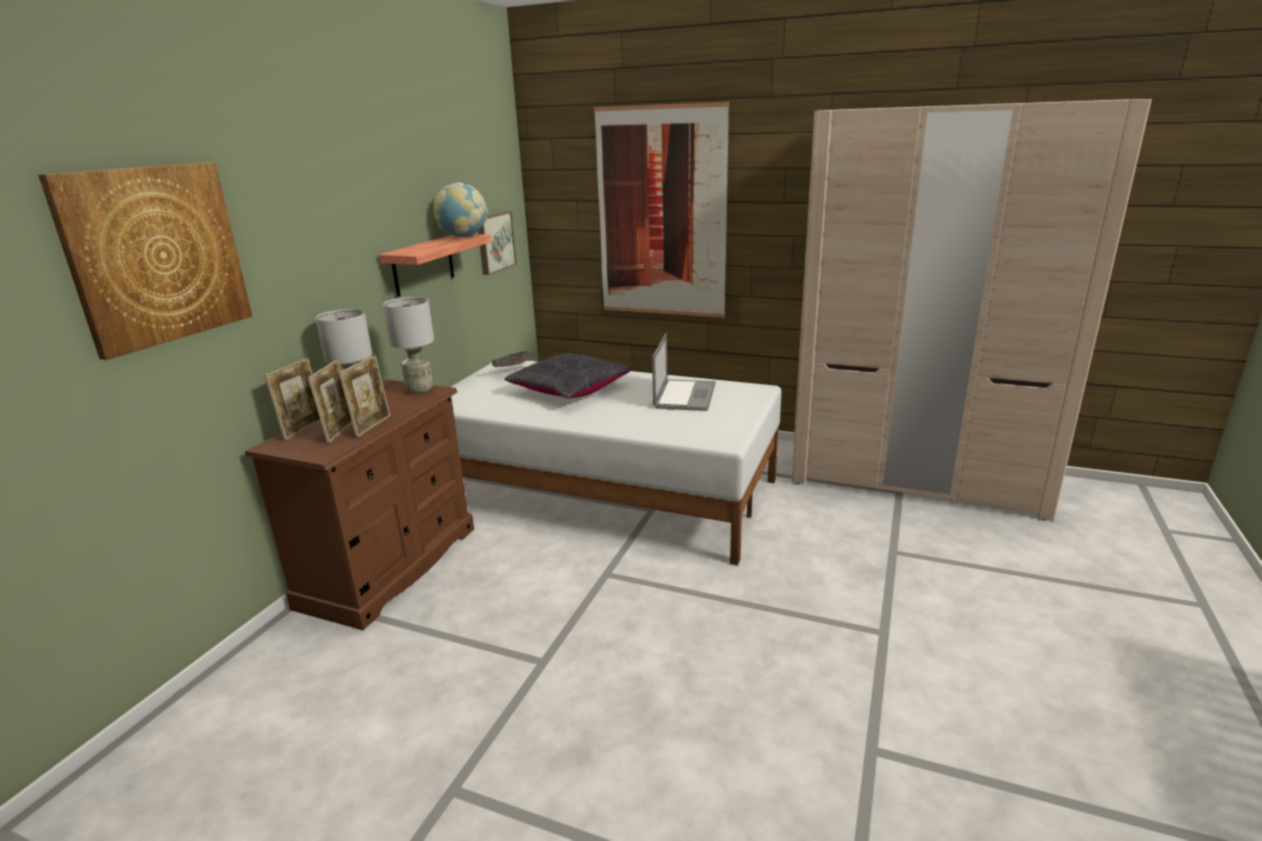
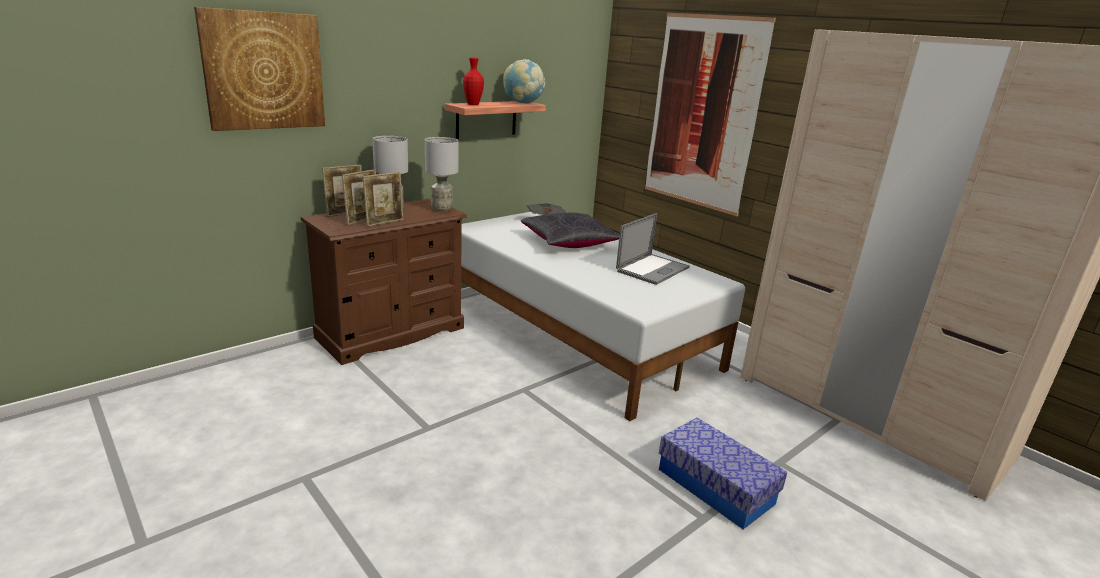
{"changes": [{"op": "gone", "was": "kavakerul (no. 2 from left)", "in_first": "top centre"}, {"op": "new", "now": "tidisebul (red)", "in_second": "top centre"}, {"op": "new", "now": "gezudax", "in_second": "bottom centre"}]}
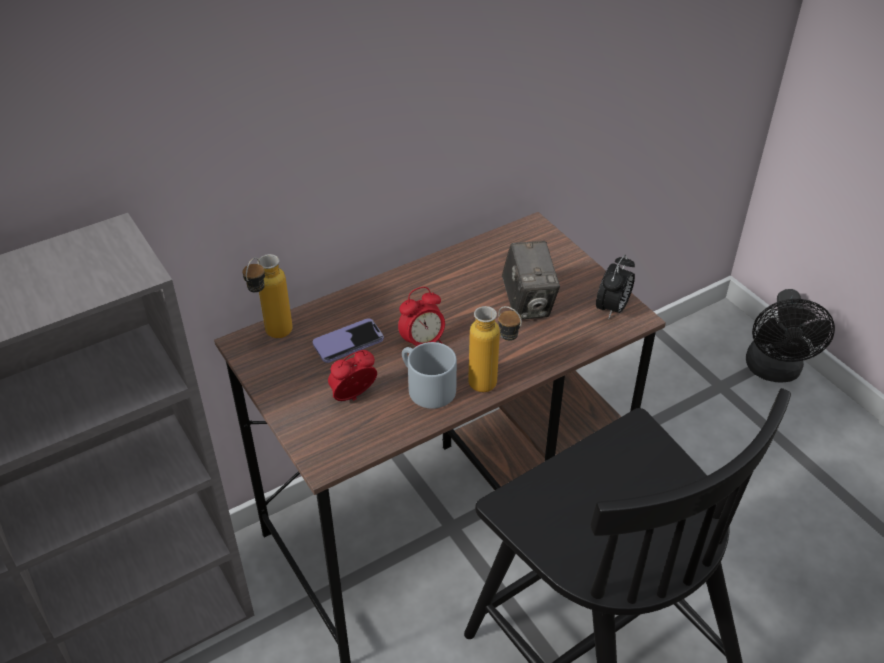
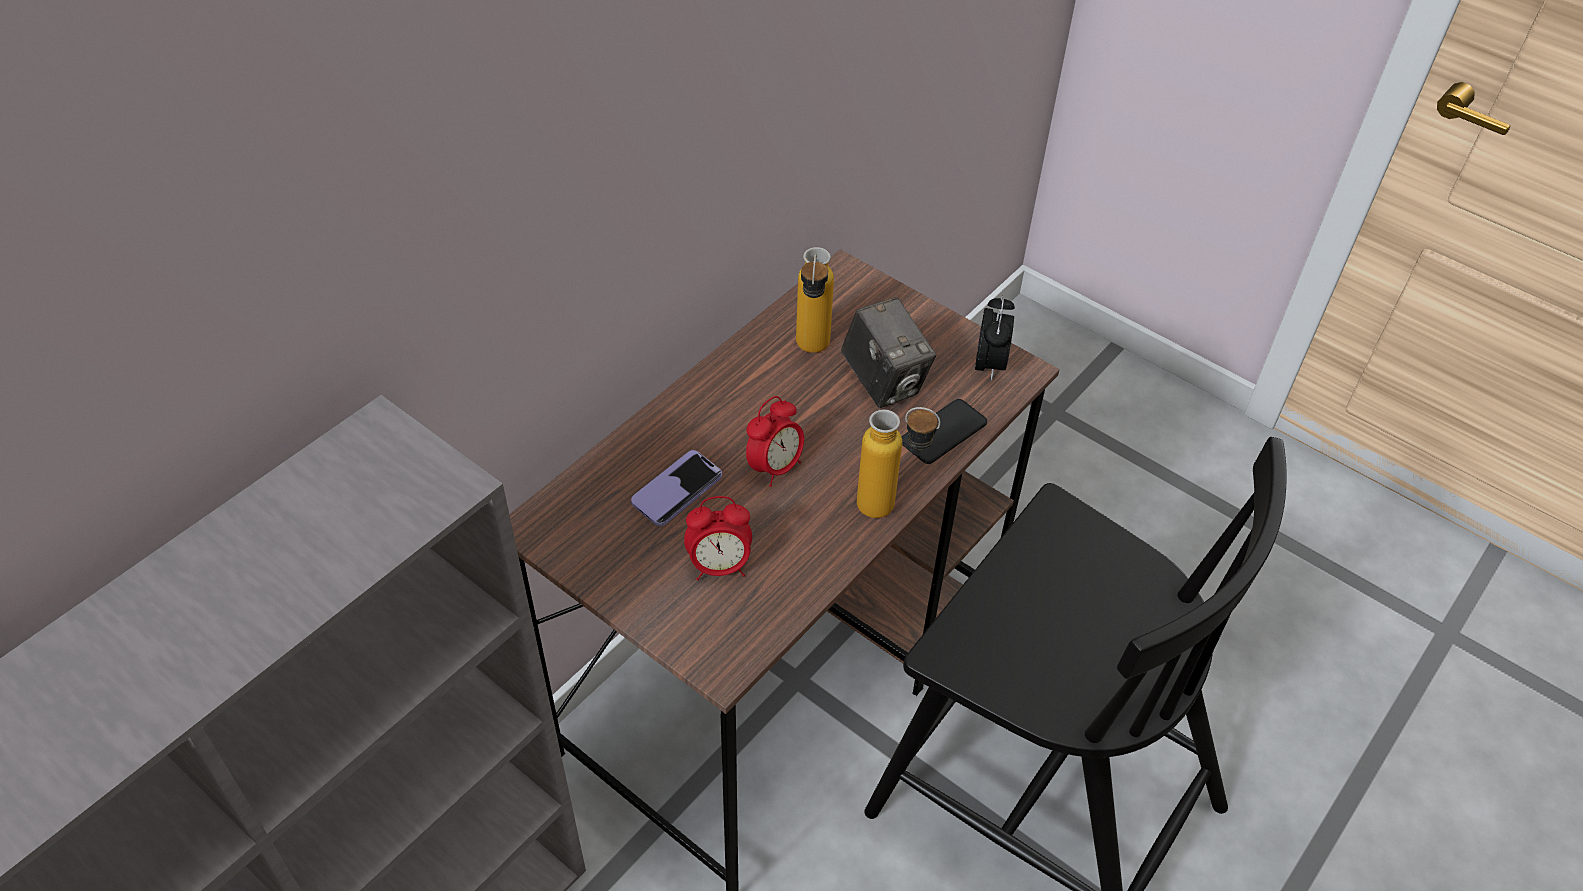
{"changes": [{"op": "shifted", "was": "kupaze (no. 1 from left)", "in_first": "middle left", "in_second": "centre"}, {"op": "rotated", "was": "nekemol (no. 1 from left)", "in_first": "centre", "in_second": "centre", "clockwise": -135}, {"op": "gone", "was": "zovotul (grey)", "in_first": "centre"}, {"op": "gone", "was": "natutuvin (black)", "in_first": "middle right"}, {"op": "new", "now": "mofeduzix (no. 2 from left)", "in_second": "centre"}]}
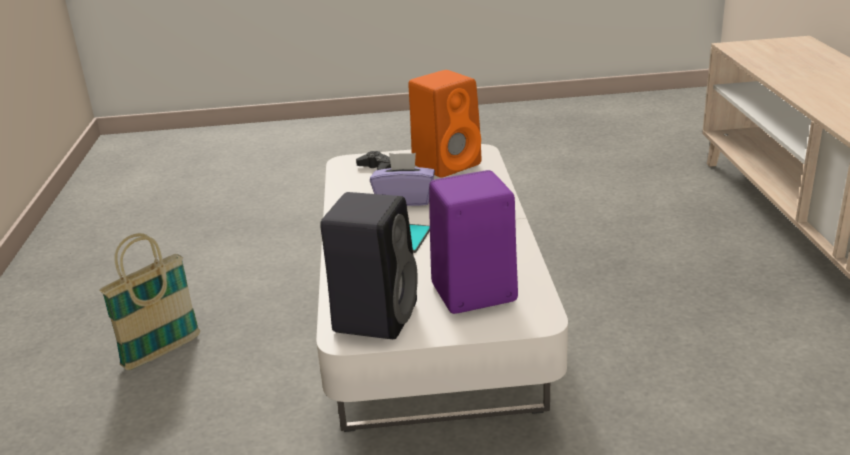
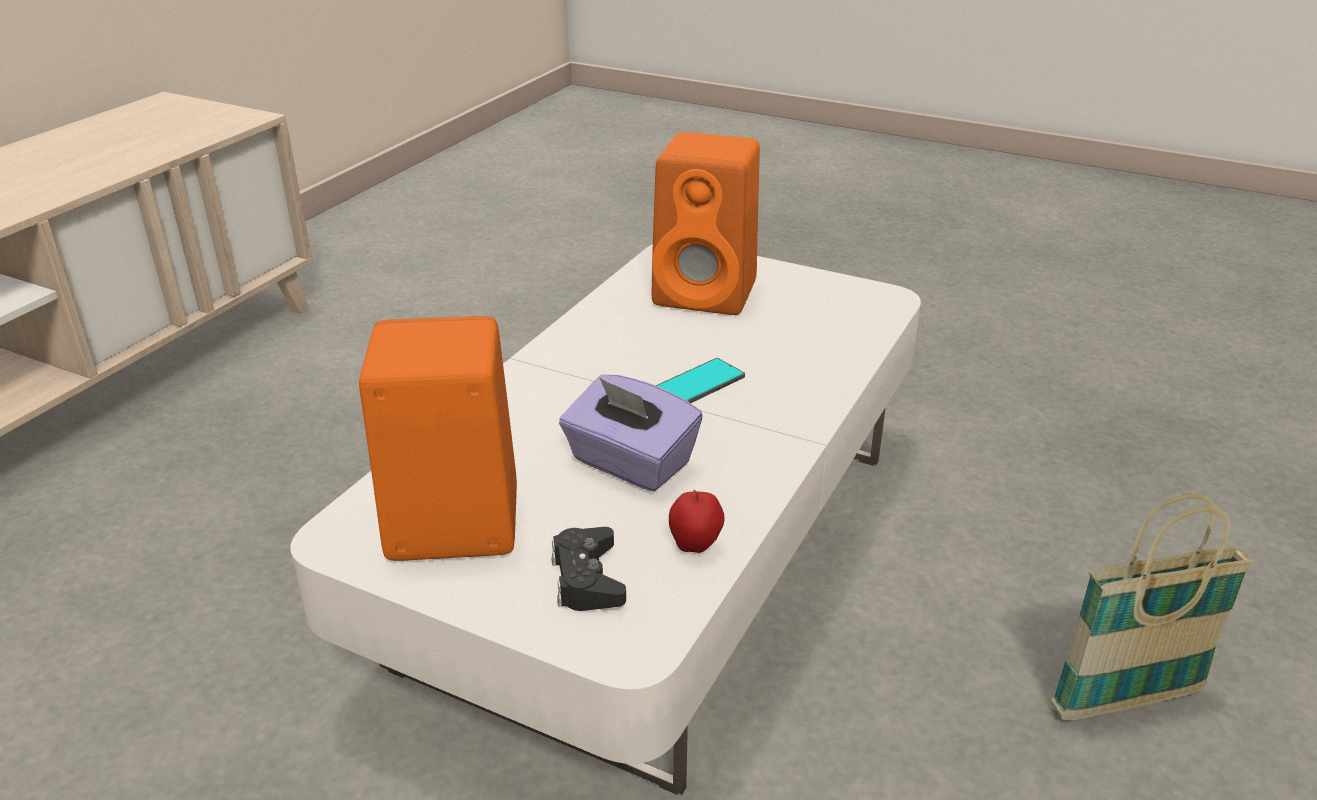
{"changes": [{"op": "gone", "was": "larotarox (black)", "in_first": "centre"}, {"op": "repainted", "was": "larotarox (purple)", "now": "larotarox (orange) (no. 2 from left)", "in_first": "centre", "in_second": "top centre"}, {"op": "new", "now": "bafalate", "in_second": "centre"}]}
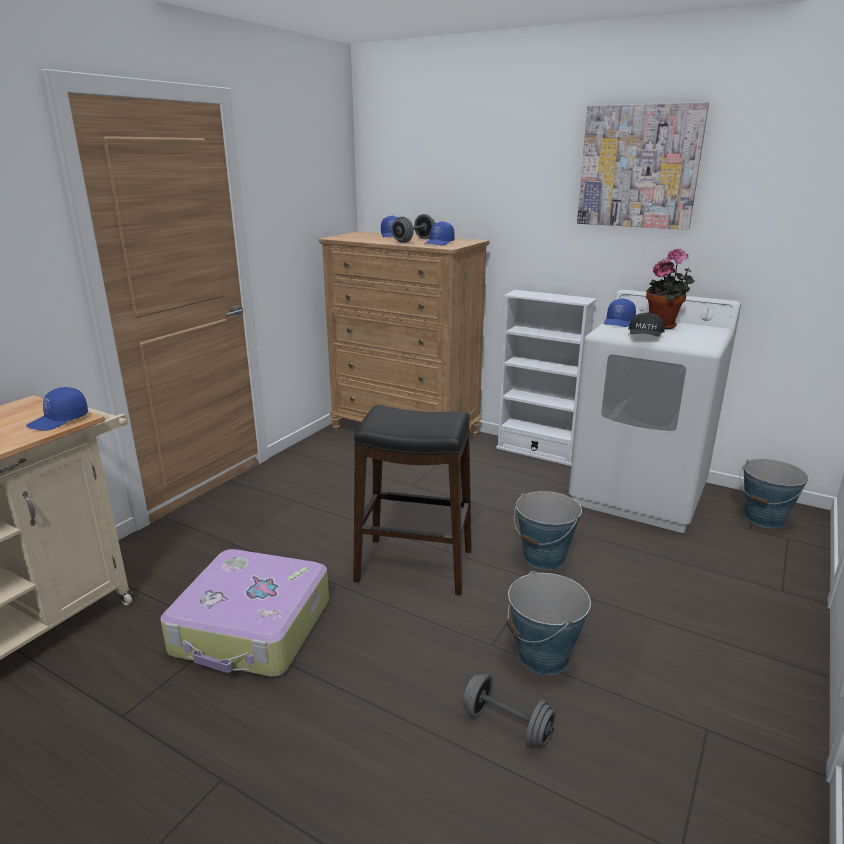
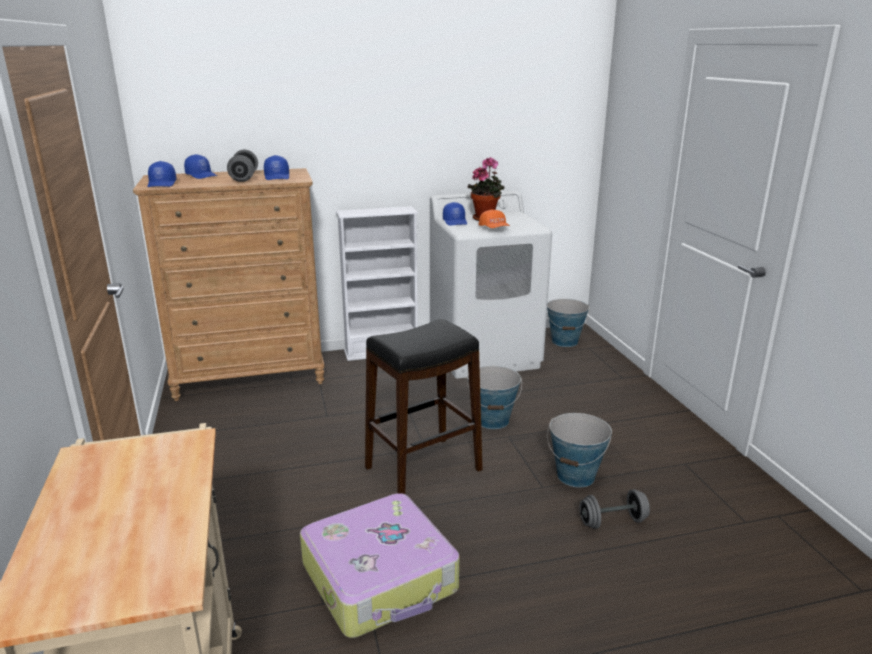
{"changes": [{"op": "shifted", "was": "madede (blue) (no. 1 from left)", "in_first": "middle left", "in_second": "top left"}, {"op": "gone", "was": "kavakerul", "in_first": "top right"}, {"op": "repainted", "was": "madede (black)", "now": "madede (orange)", "in_first": "middle right", "in_second": "centre"}]}
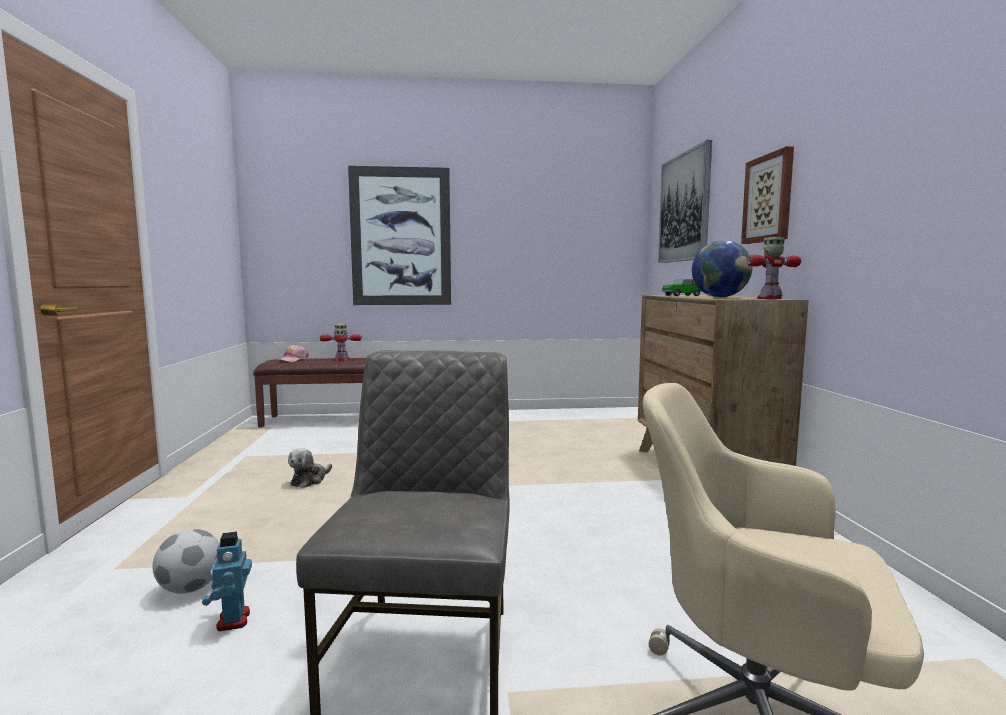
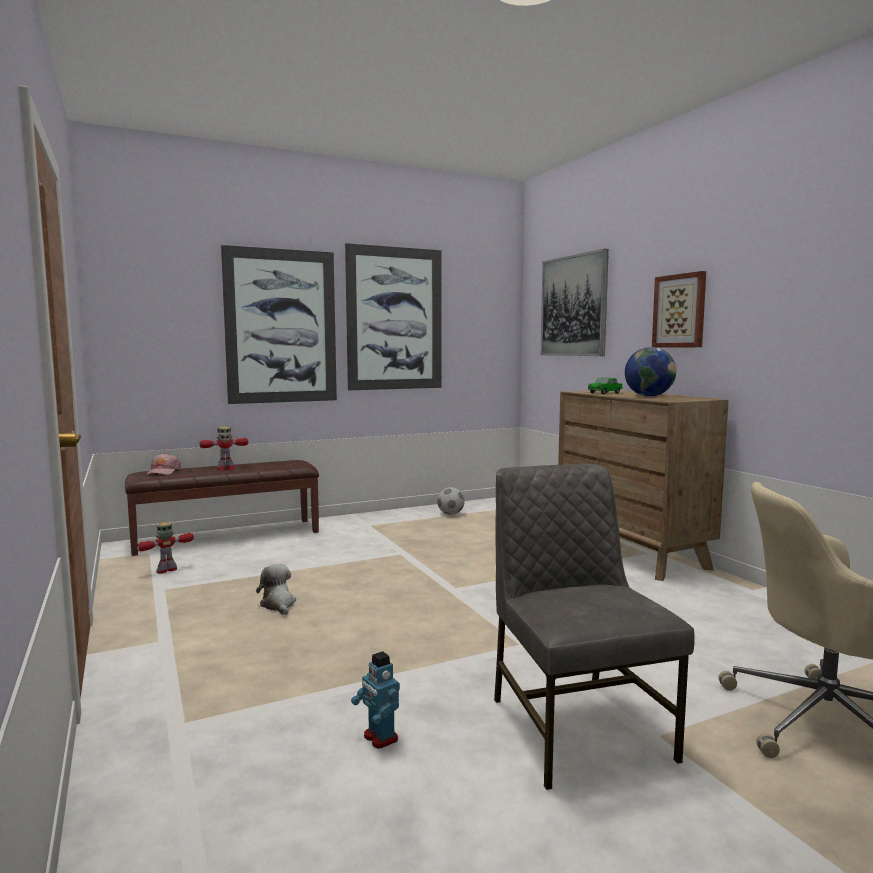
{"changes": [{"op": "shifted", "was": "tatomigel", "in_first": "bottom left", "in_second": "centre"}, {"op": "rotated", "was": "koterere", "in_first": "middle left", "in_second": "bottom left", "clockwise": 150}, {"op": "shifted", "was": "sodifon (no. 3 from left in the first image)", "now": "sodifon (no. 1 from left)", "in_first": "middle right", "in_second": "middle left"}, {"op": "new", "now": "kavakerul (no. 2 from left)", "in_second": "centre"}]}
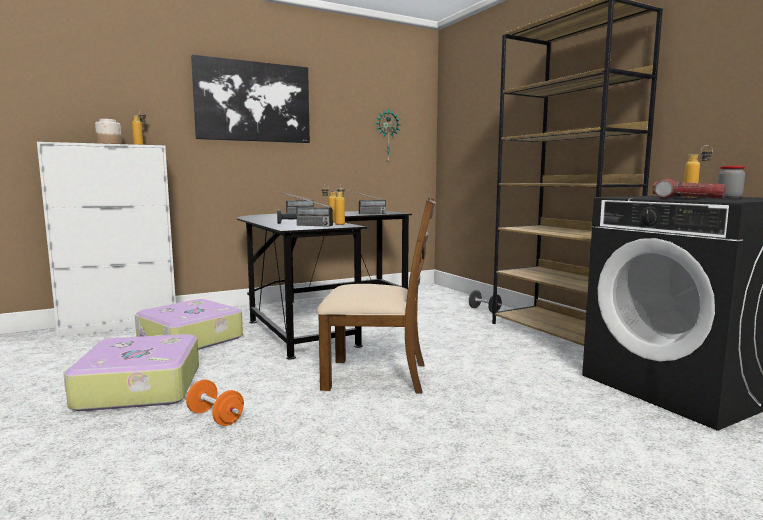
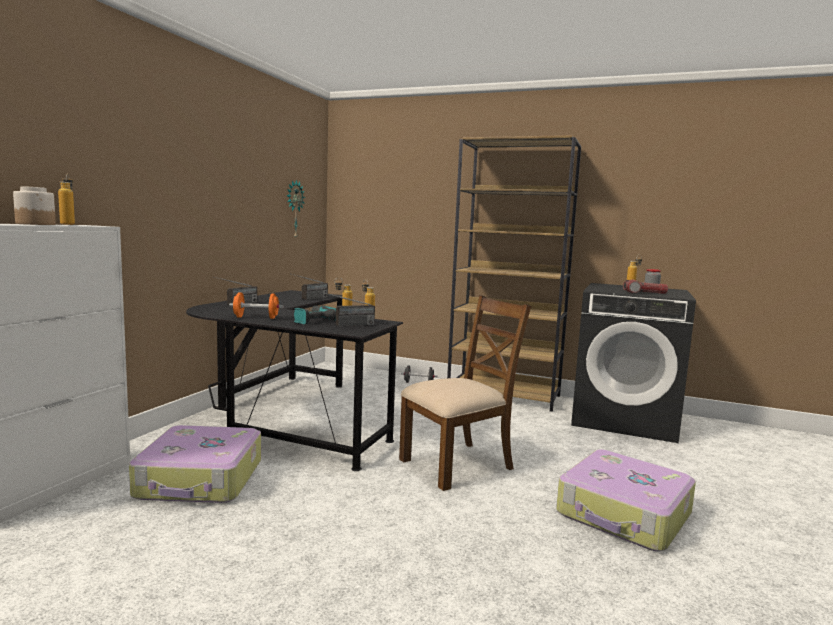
{"changes": [{"op": "shifted", "was": "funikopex (no. 1 from left in the first image)", "now": "funikopex (no. 2 from left)", "in_first": "bottom left", "in_second": "bottom right"}, {"op": "shifted", "was": "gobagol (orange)", "in_first": "bottom left", "in_second": "middle left"}, {"op": "gone", "was": "kavakerul", "in_first": "top left"}]}
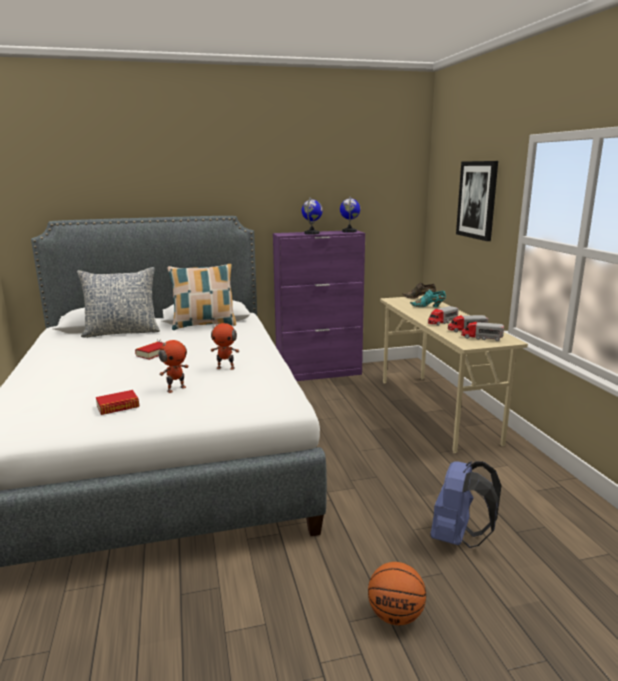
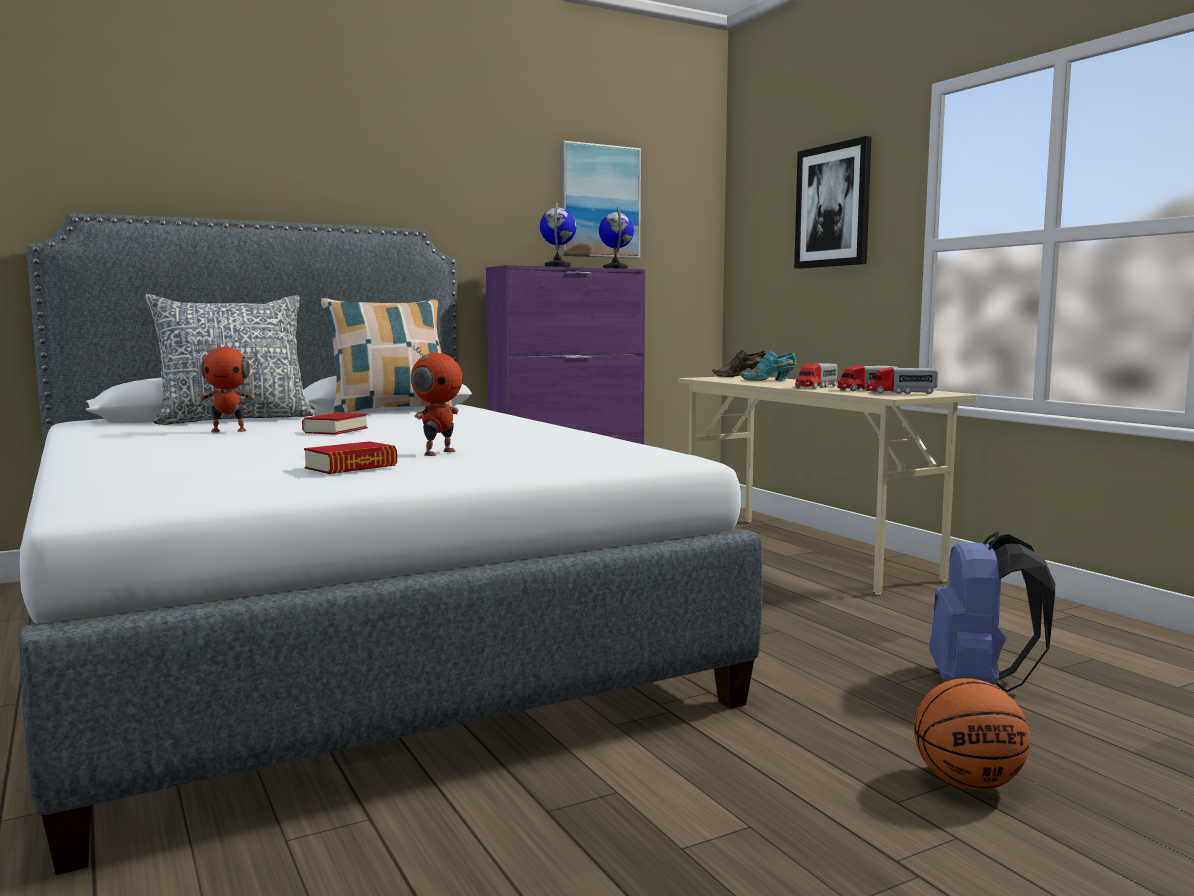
{"changes": [{"op": "shifted", "was": "sodifon (no. 2 from left in the first image)", "now": "sodifon (no. 1 from left)", "in_first": "centre", "in_second": "middle left"}, {"op": "new", "now": "kavakerul (no. 1 from left)", "in_second": "top centre"}]}
